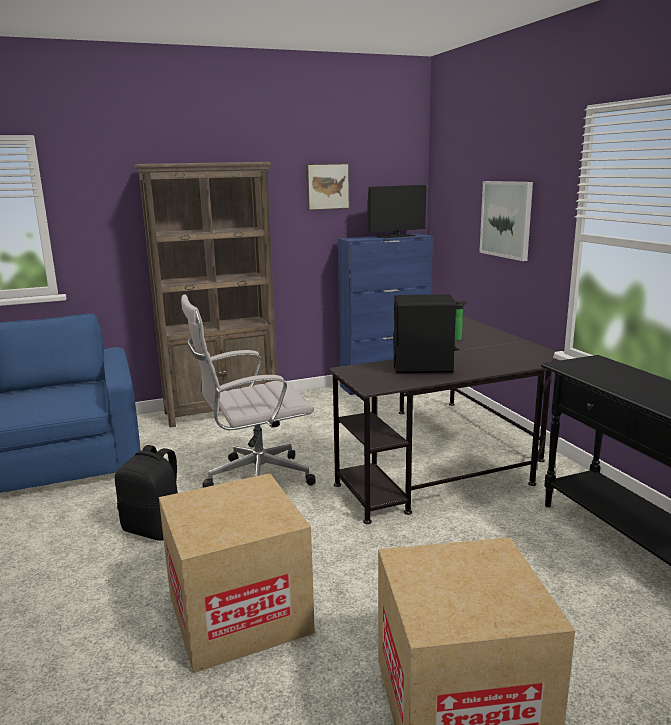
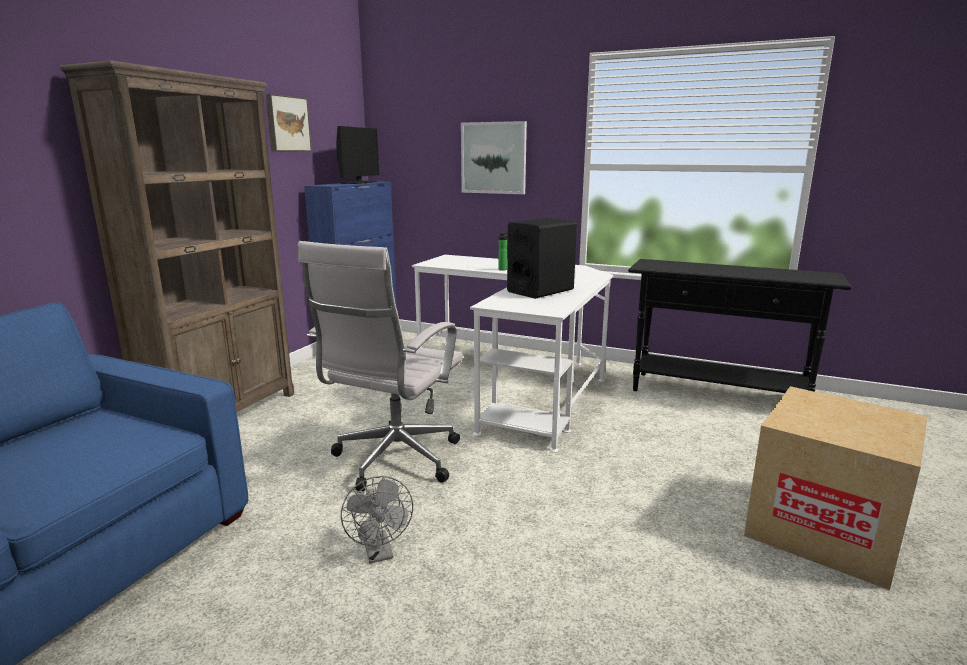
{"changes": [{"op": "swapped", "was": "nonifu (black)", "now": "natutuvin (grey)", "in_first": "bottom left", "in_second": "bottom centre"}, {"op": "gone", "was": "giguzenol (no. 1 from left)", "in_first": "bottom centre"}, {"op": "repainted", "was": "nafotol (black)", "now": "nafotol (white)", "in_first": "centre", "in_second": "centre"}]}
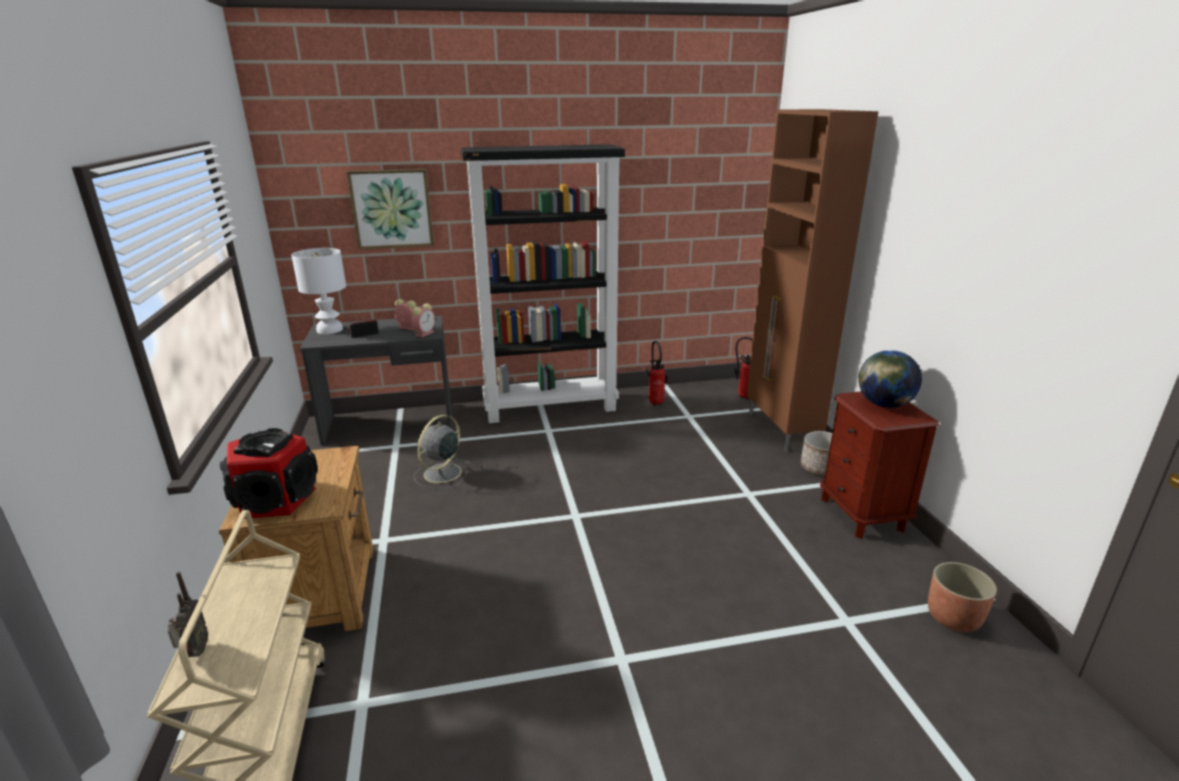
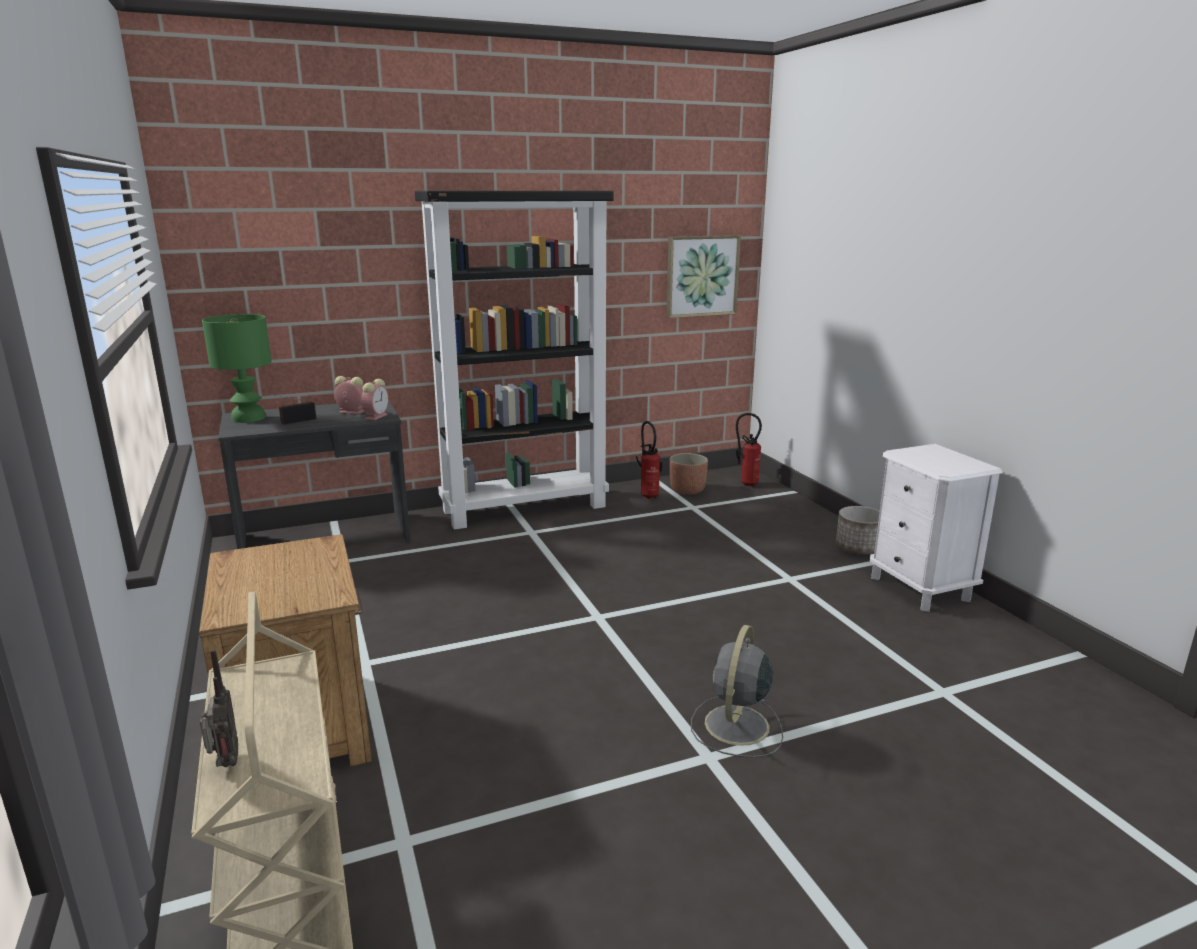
{"changes": [{"op": "gone", "was": "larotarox", "in_first": "middle left"}, {"op": "repainted", "was": "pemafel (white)", "now": "pemafel (green)", "in_first": "middle left", "in_second": "middle left"}, {"op": "shifted", "was": "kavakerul", "in_first": "top left", "in_second": "top centre"}, {"op": "shifted", "was": "natutuvin (grey)", "in_first": "centre", "in_second": "bottom centre"}, {"op": "gone", "was": "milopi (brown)", "in_first": "middle right"}, {"op": "repainted", "was": "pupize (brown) (no. 2 from left)", "now": "pupize (white)", "in_first": "middle right", "in_second": "middle right"}, {"op": "gone", "was": "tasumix", "in_first": "middle right"}, {"op": "shifted", "was": "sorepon (no. 2 from left in the first image)", "now": "sorepon (no. 1 from left)", "in_first": "bottom right", "in_second": "centre"}]}
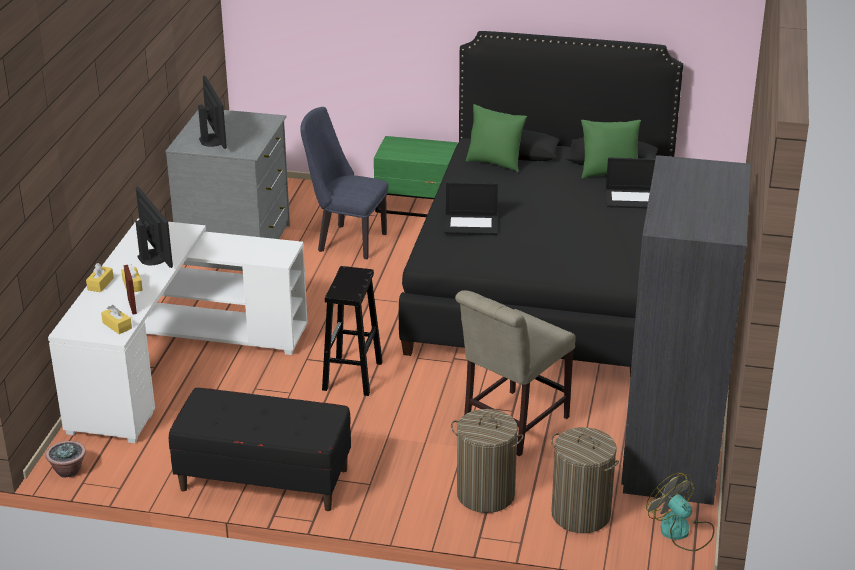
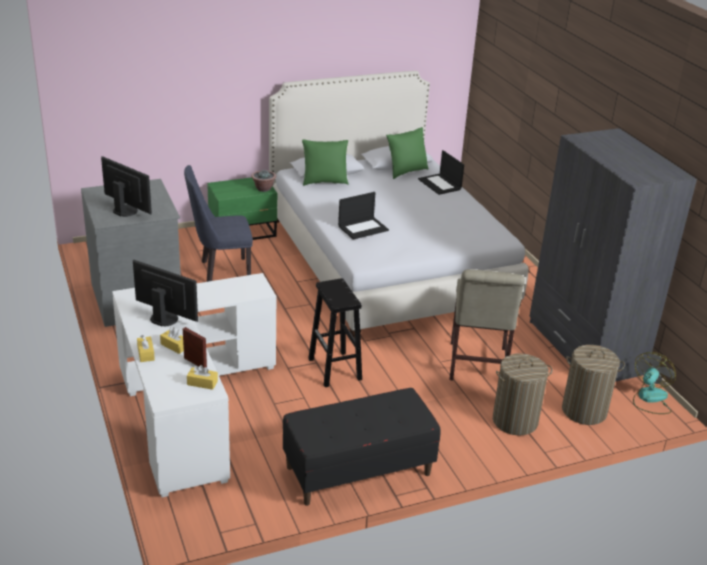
{"changes": [{"op": "shifted", "was": "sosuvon", "in_first": "bottom left", "in_second": "top centre"}, {"op": "repainted", "was": "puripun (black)", "now": "puripun (white)", "in_first": "centre", "in_second": "centre"}, {"op": "rotated", "was": "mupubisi (no. 2 from left)", "in_first": "top right", "in_second": "top centre", "clockwise": 90}, {"op": "rotated", "was": "natutuvin", "in_first": "bottom right", "in_second": "bottom right", "clockwise": 105}]}
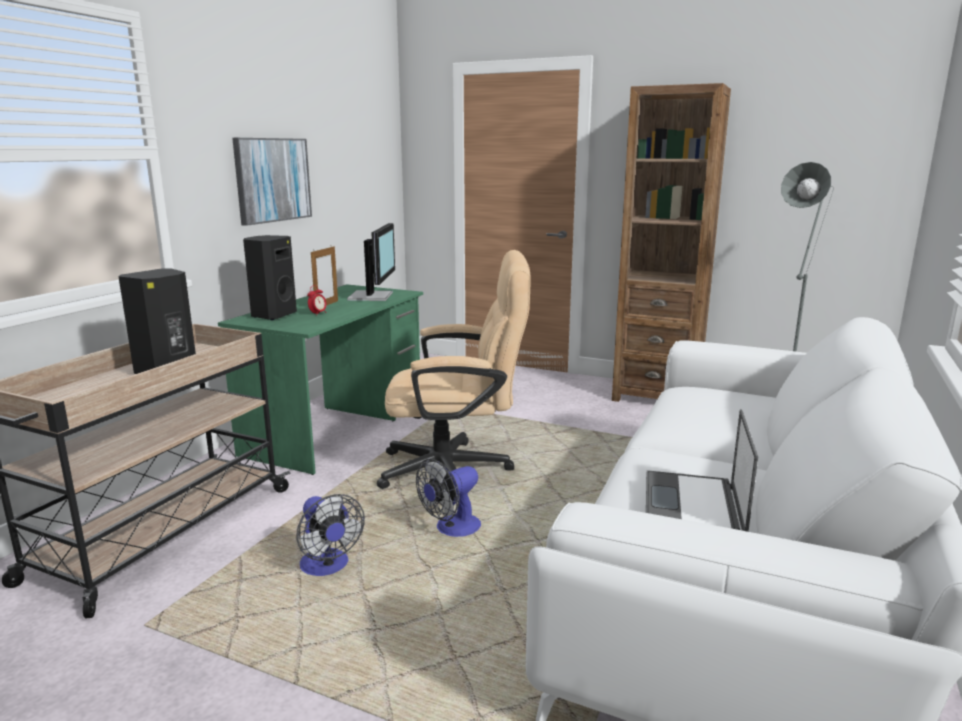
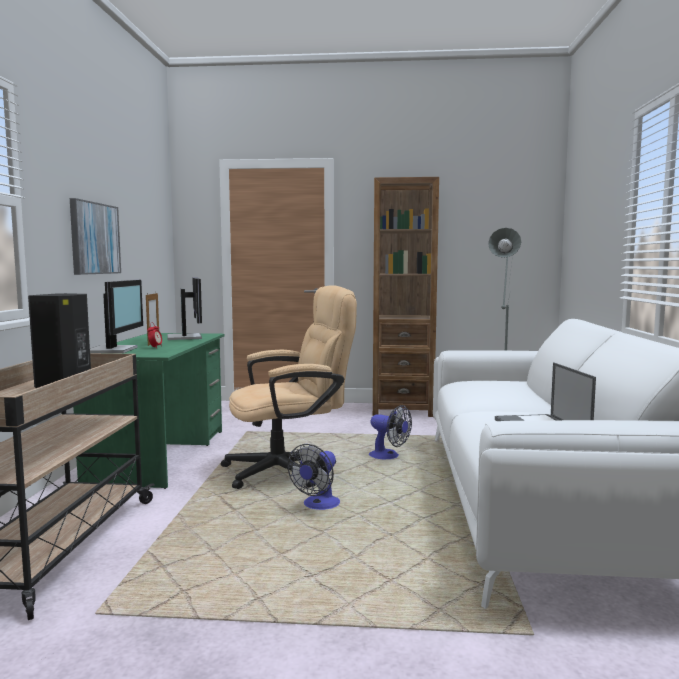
{"changes": [{"op": "swapped", "was": "larotarox (black) (no. 2 from left)", "now": "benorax (no. 1 from left)", "in_first": "middle left", "in_second": "middle left"}, {"op": "shifted", "was": "natutuvin (no. 1 from left in the first image)", "now": "natutuvin (no. 2 from left)", "in_first": "bottom centre", "in_second": "centre"}]}
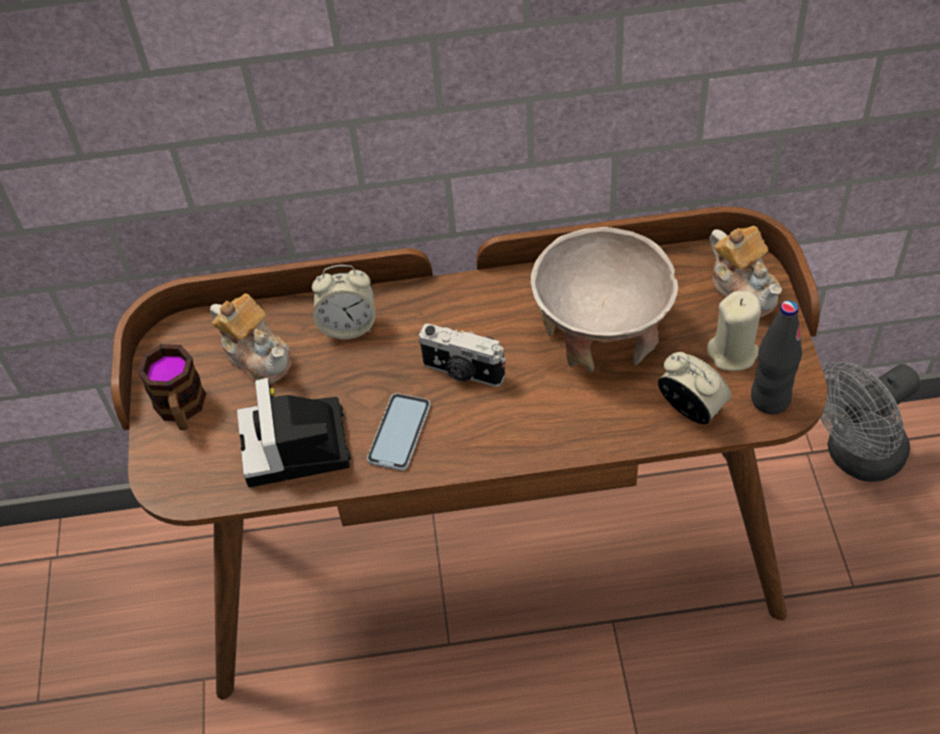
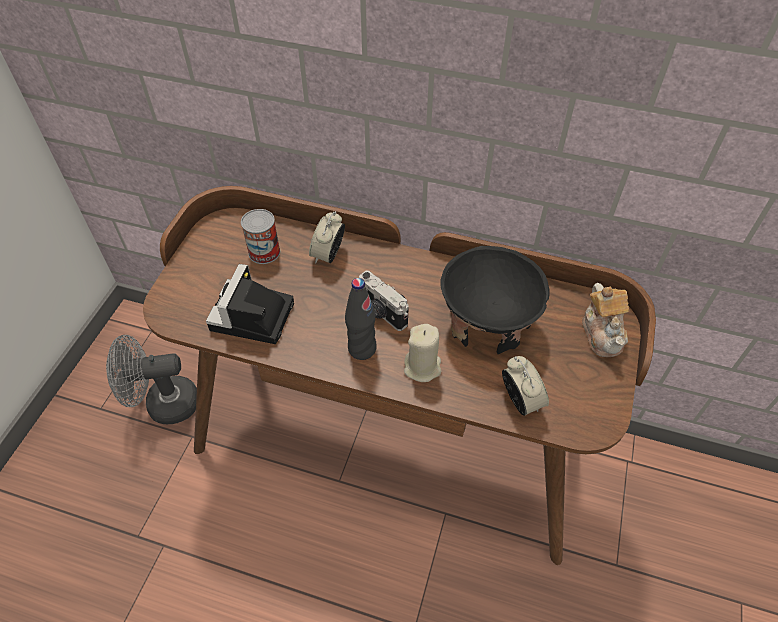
{"changes": [{"op": "gone", "was": "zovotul", "in_first": "middle left"}, {"op": "swapped", "was": "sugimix (no. 1 from left)", "now": "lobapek", "in_first": "middle left", "in_second": "centre"}, {"op": "rotated", "was": "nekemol (no. 1 from left)", "in_first": "centre", "in_second": "centre", "clockwise": 90}, {"op": "gone", "was": "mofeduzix", "in_first": "centre"}, {"op": "repainted", "was": "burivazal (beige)", "now": "burivazal (black)", "in_first": "centre", "in_second": "centre"}, {"op": "shifted", "was": "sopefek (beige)", "in_first": "middle right", "in_second": "centre"}, {"op": "shifted", "was": "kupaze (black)", "in_first": "middle right", "in_second": "centre"}, {"op": "shifted", "was": "natutuvin (grey)", "in_first": "middle right", "in_second": "middle left"}]}
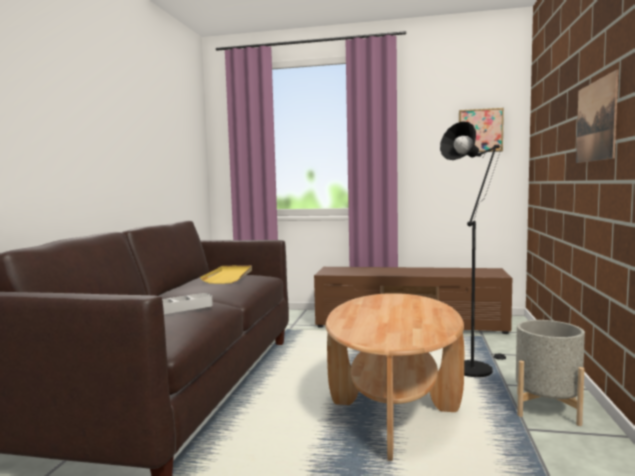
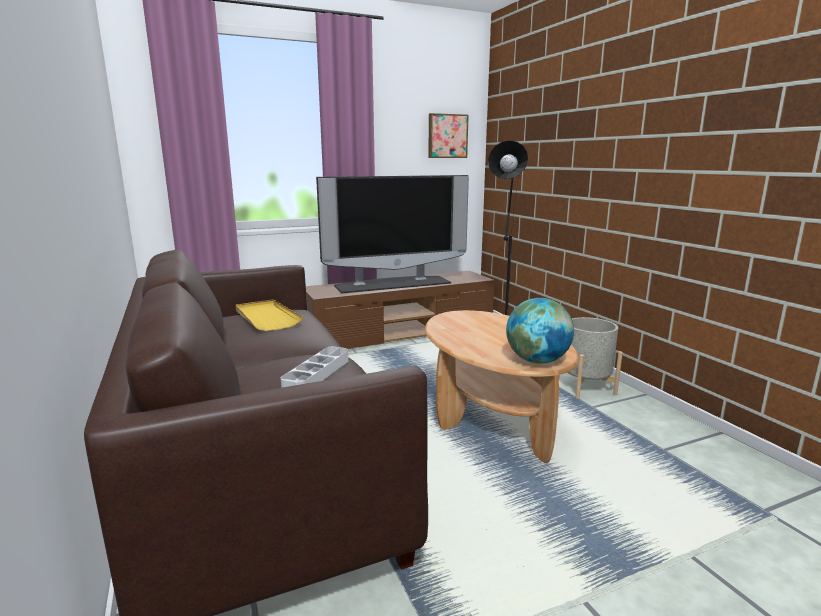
{"changes": [{"op": "gone", "was": "kavakerul (no. 2 from left)", "in_first": "top right"}, {"op": "new", "now": "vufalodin", "in_second": "centre"}, {"op": "new", "now": "tasumix", "in_second": "centre"}]}
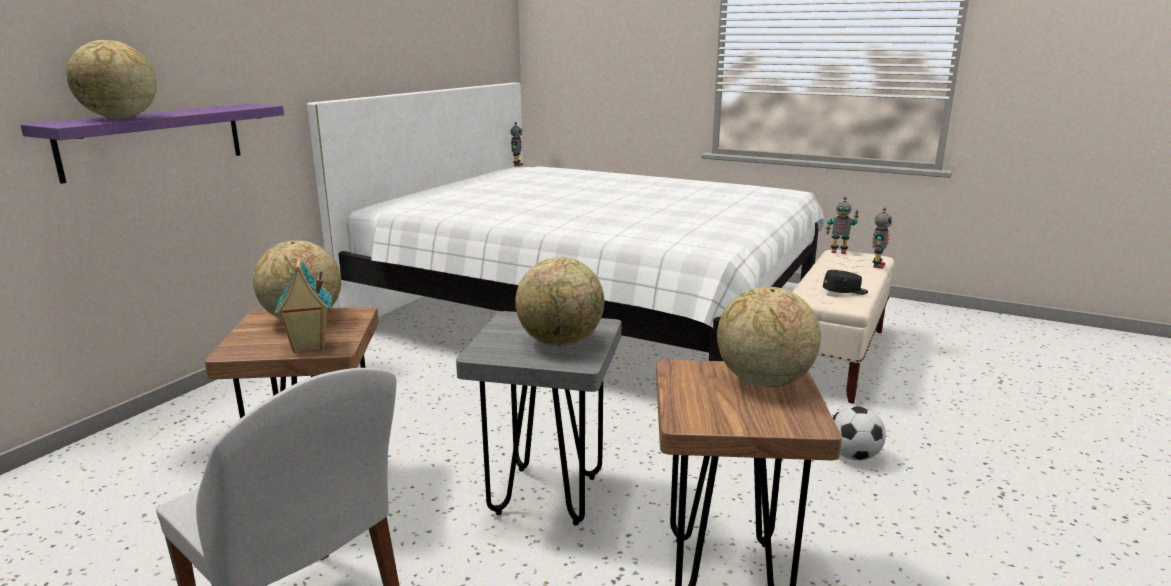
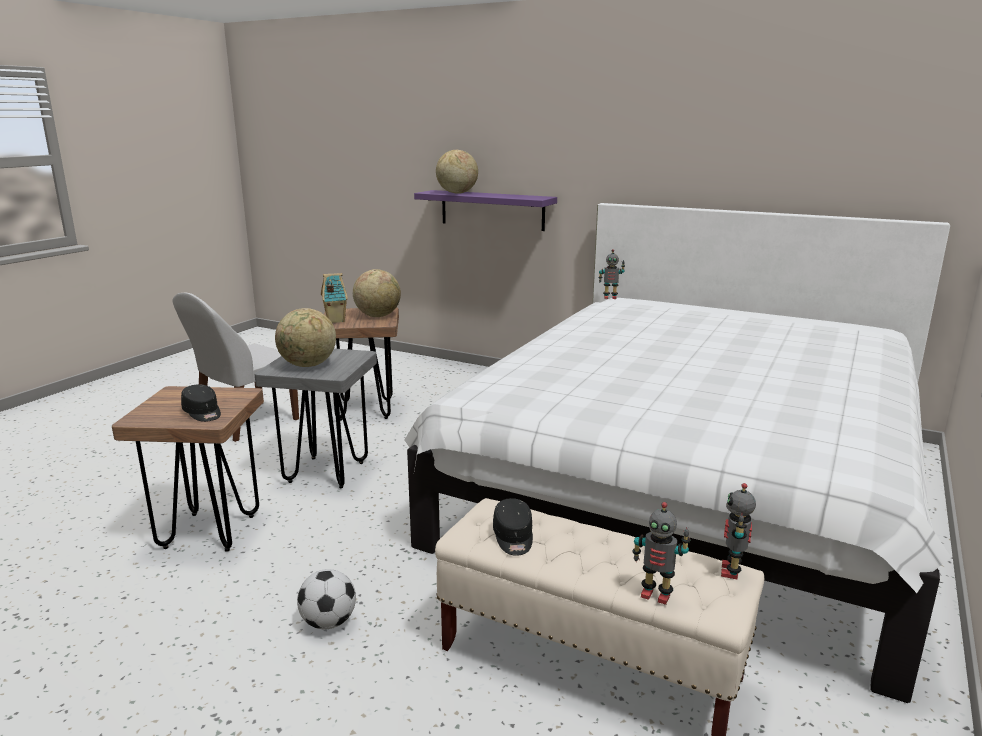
{"changes": [{"op": "shifted", "was": "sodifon (no. 1 from left)", "in_first": "top centre", "in_second": "centre"}, {"op": "swapped", "was": "tasumix (no. 4 from left)", "now": "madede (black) (no. 1 from left)", "in_first": "centre", "in_second": "middle left"}]}
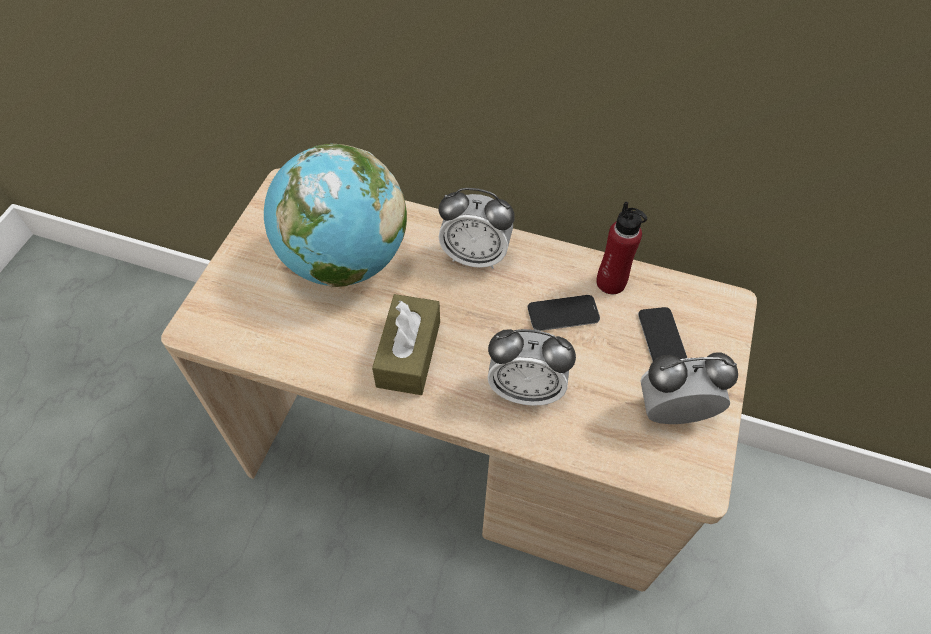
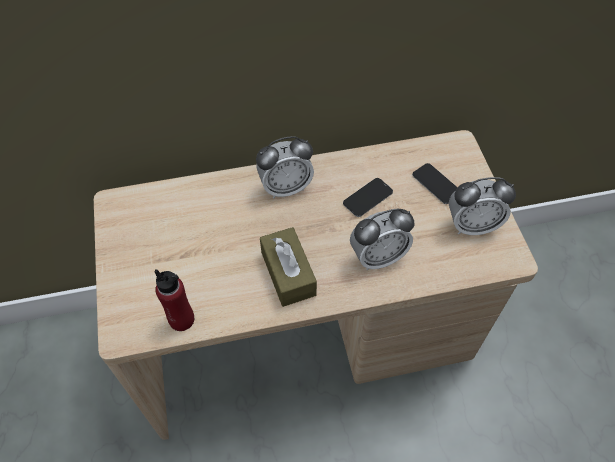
{"changes": [{"op": "gone", "was": "tasumix", "in_first": "centre"}, {"op": "shifted", "was": "kupaze (red)", "in_first": "middle right", "in_second": "middle left"}, {"op": "rotated", "was": "nekemol (no. 3 from left)", "in_first": "middle right", "in_second": "middle right", "clockwise": -150}]}
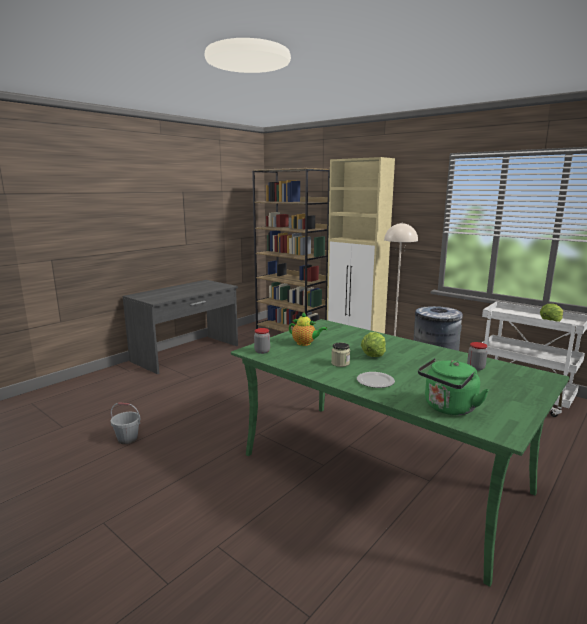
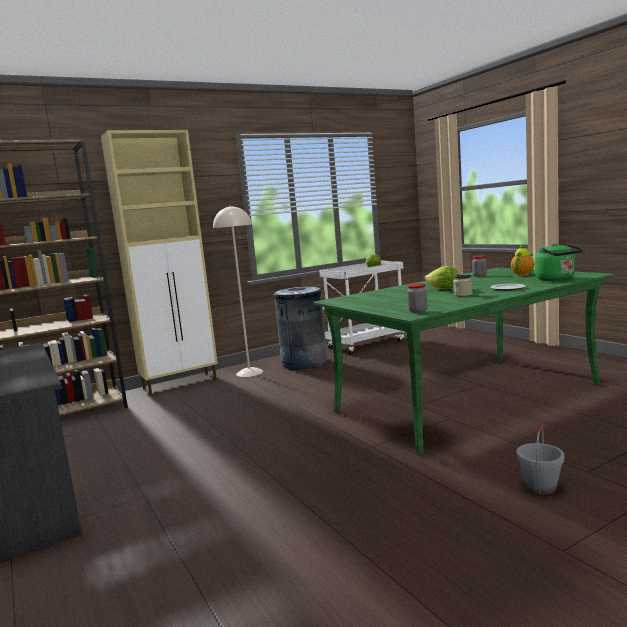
{"changes": [{"op": "shifted", "was": "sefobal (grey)", "in_first": "bottom left", "in_second": "bottom right"}, {"op": "shifted", "was": "sugimix", "in_first": "centre", "in_second": "middle right"}]}
